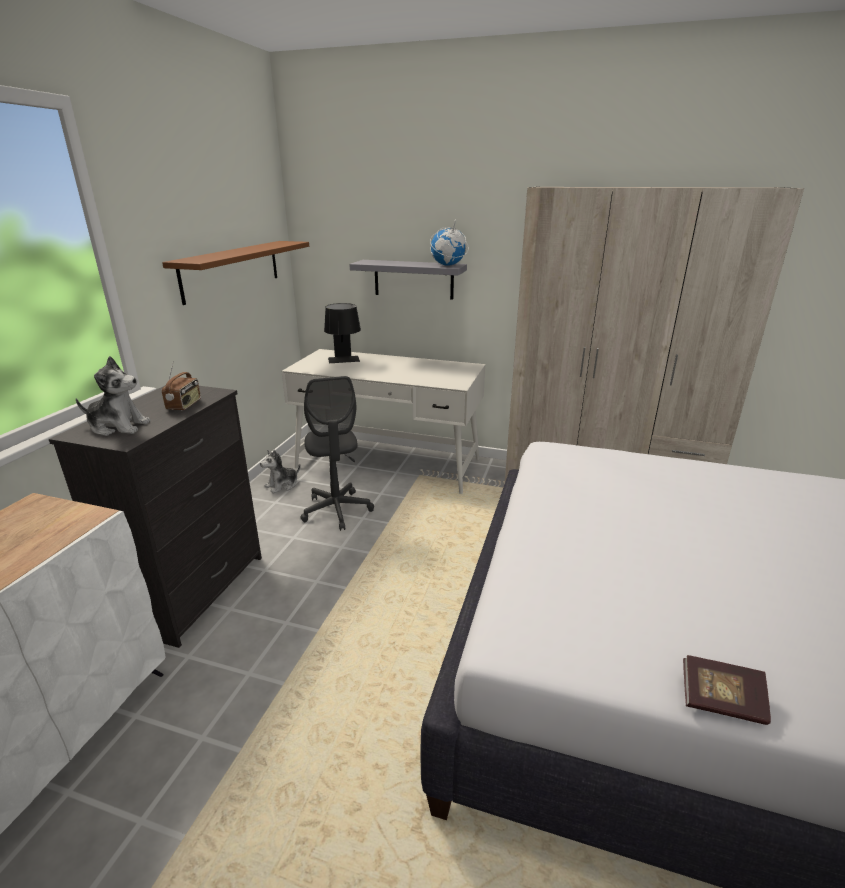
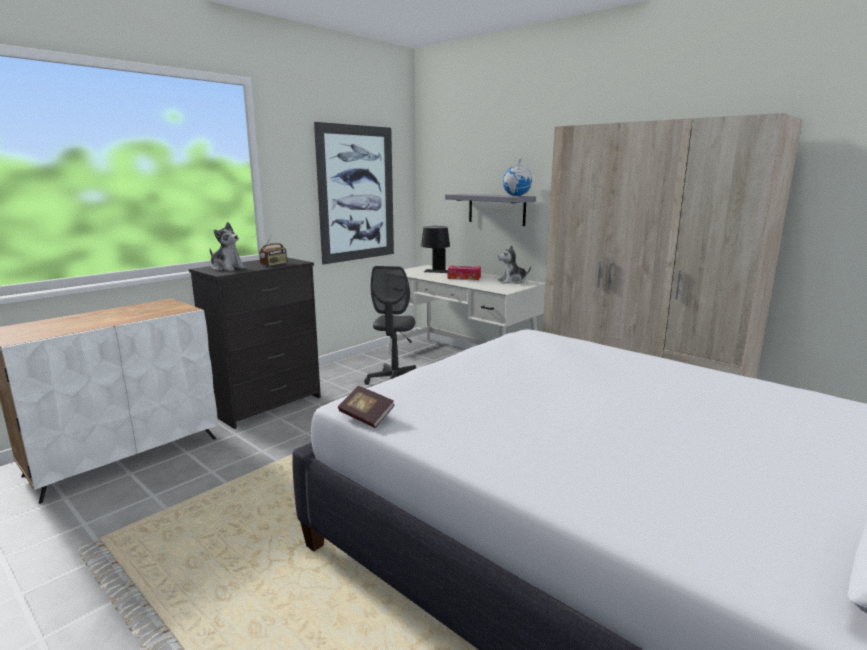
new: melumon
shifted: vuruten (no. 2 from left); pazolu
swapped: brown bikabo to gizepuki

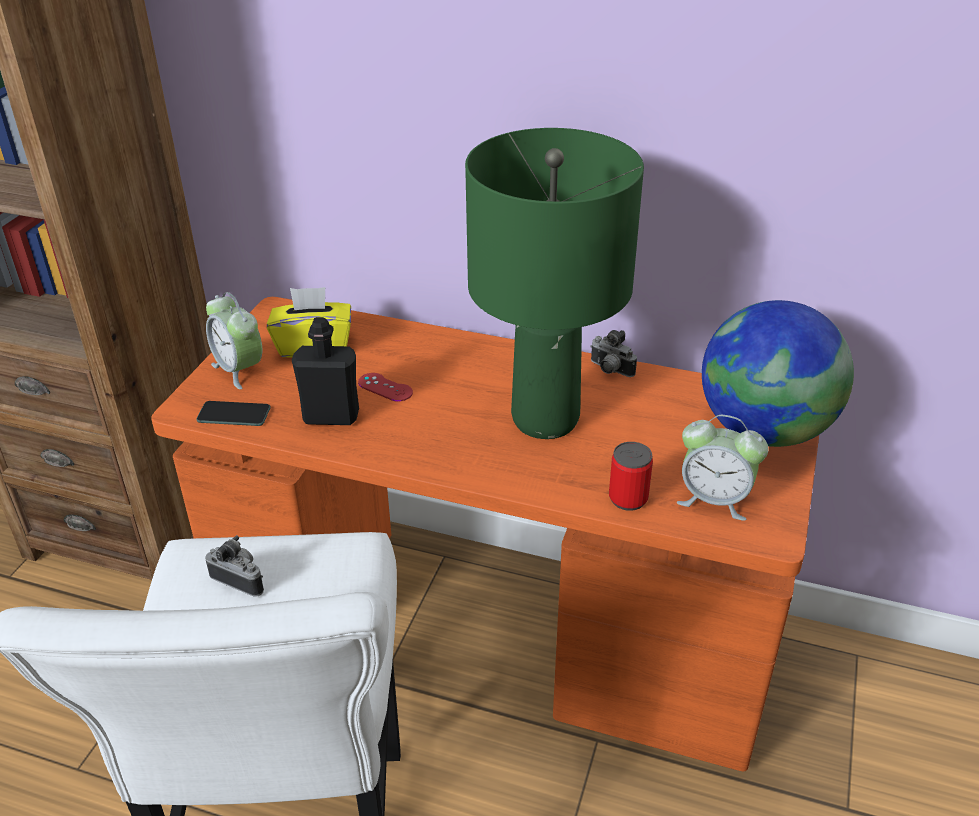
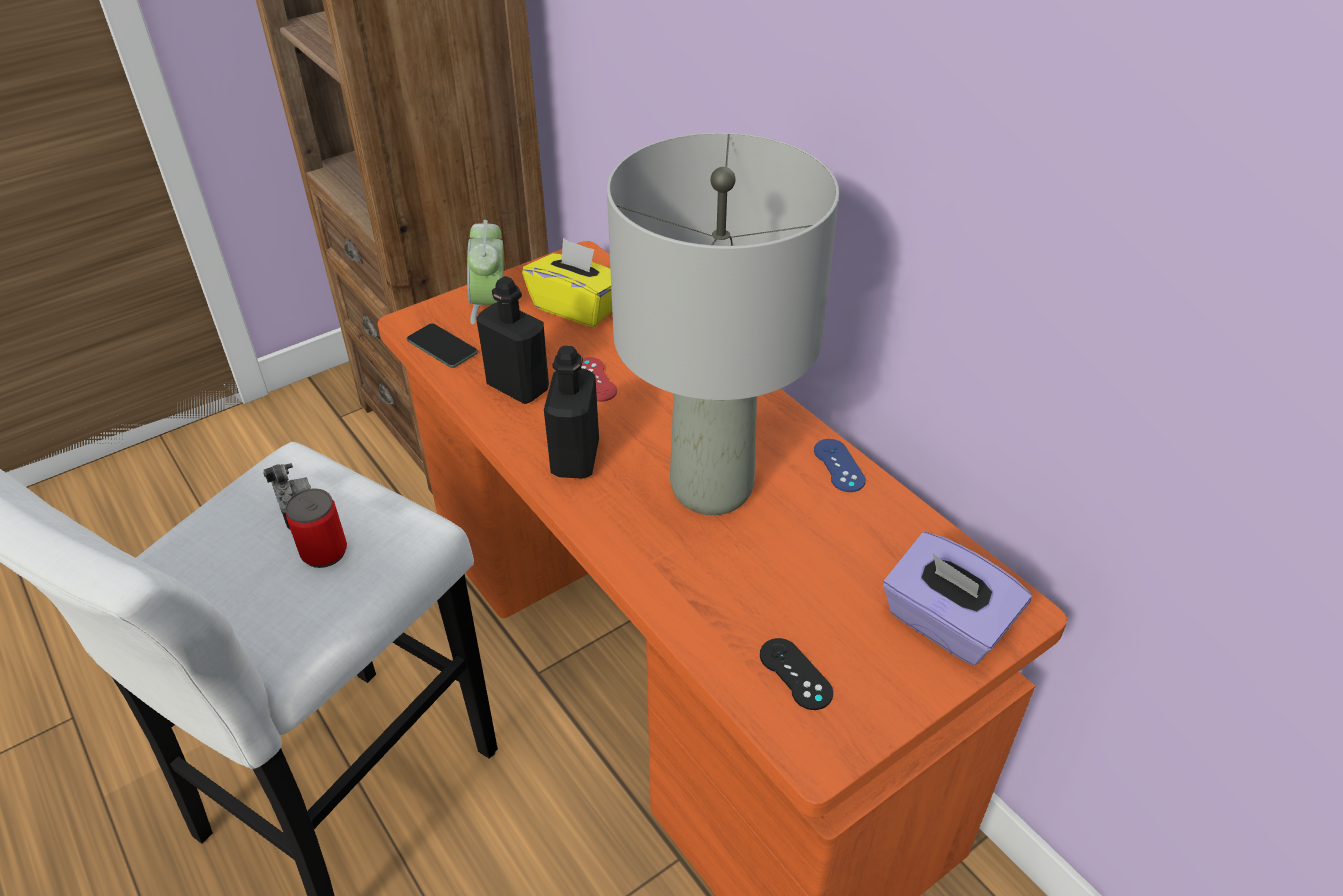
new: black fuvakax (no. 2 from left)
shifted: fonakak
swapped: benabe (no. 2 from left) to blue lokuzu; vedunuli (no. 2 from left) to black lokuzu; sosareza to purple melumon
repainted: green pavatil to grey pavatil

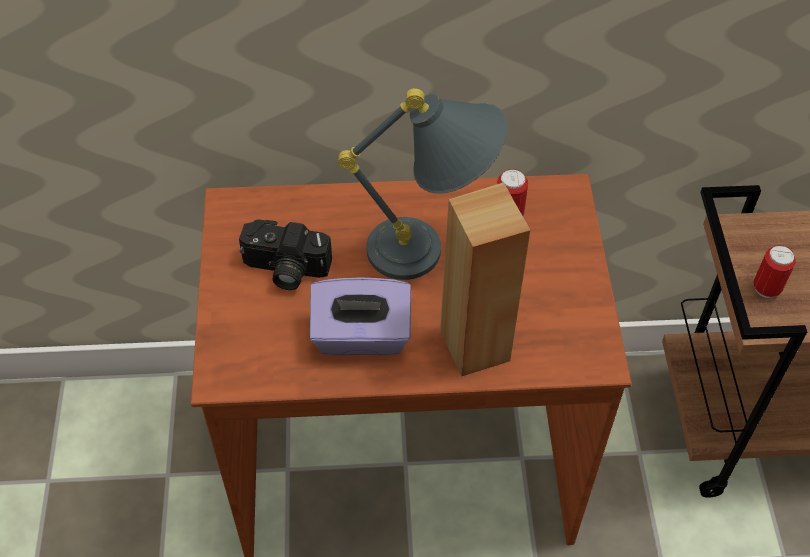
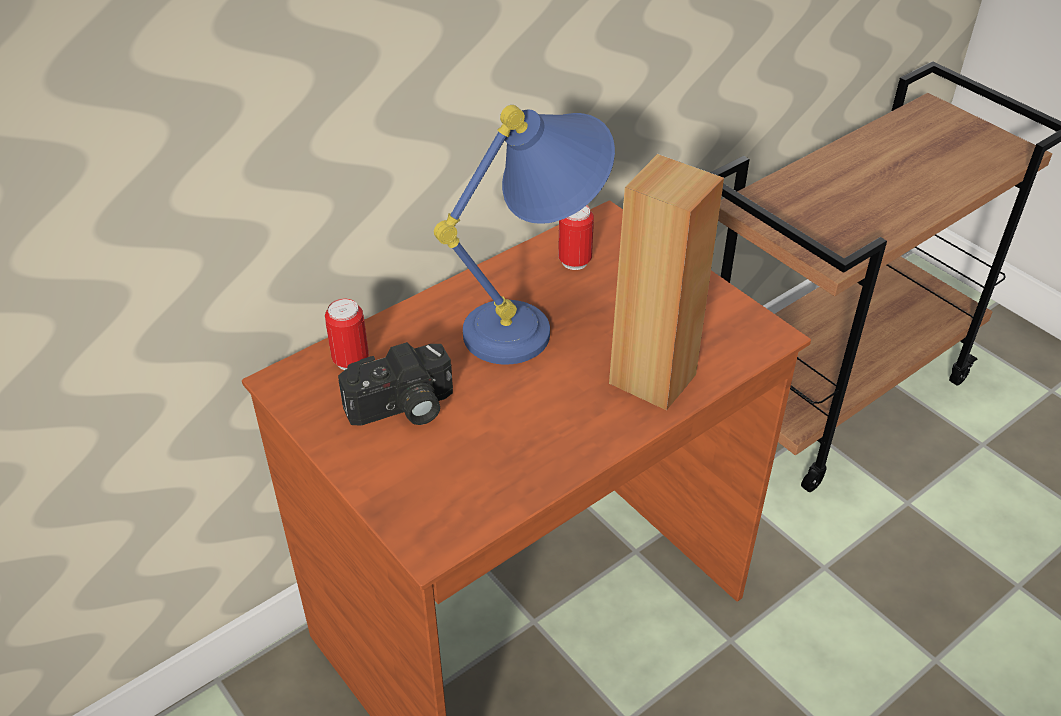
gone: purple melumon
shifted: fonakak (no. 2 from left in the first image) to fonakak (no. 1 from left)
repainted: grey pavatil to blue pavatil

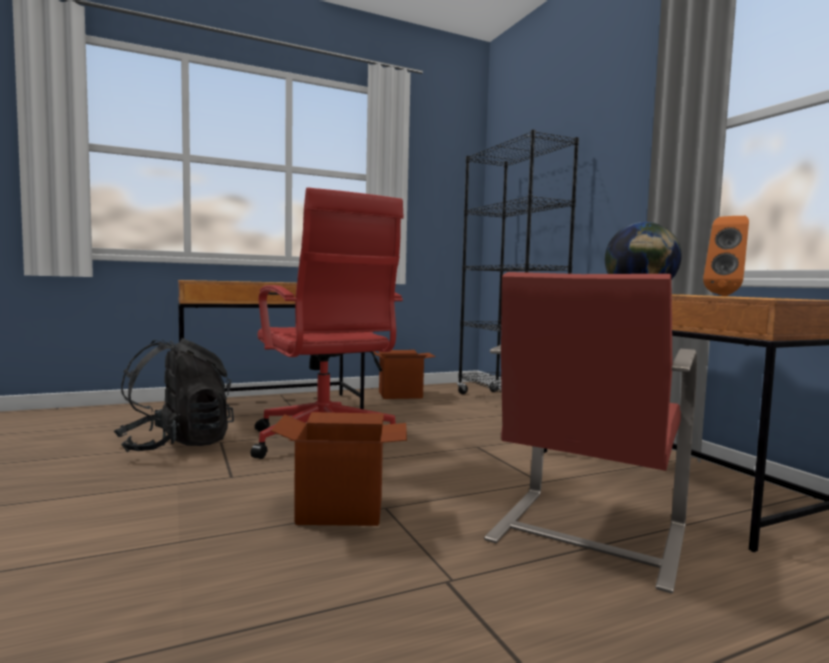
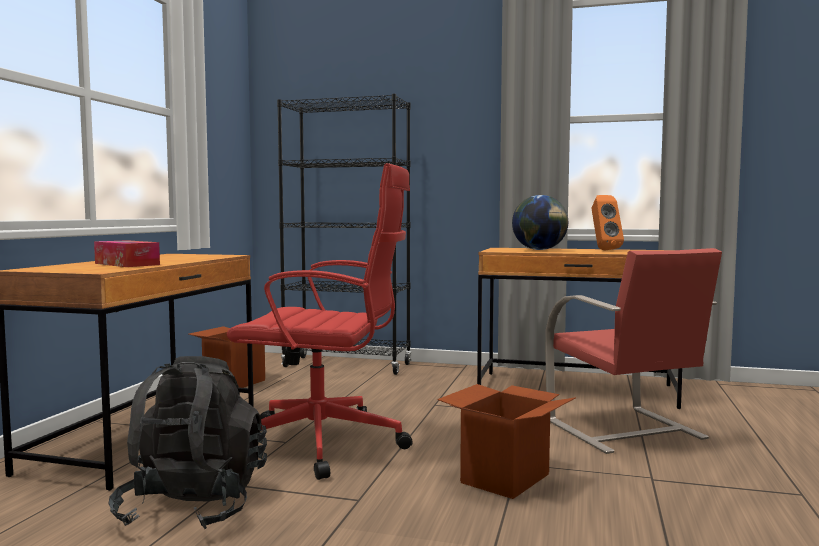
new: melumon

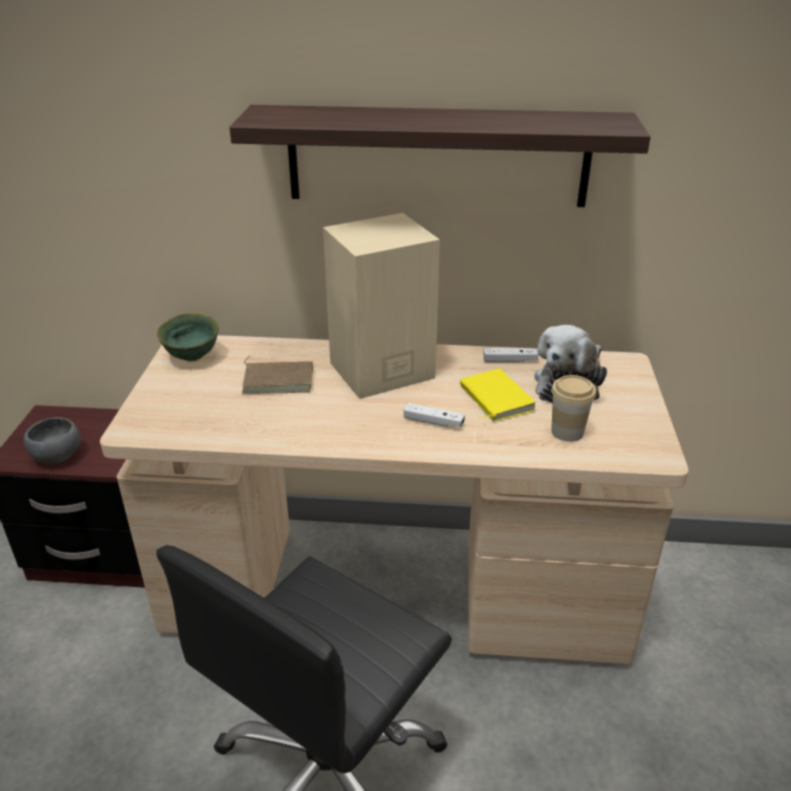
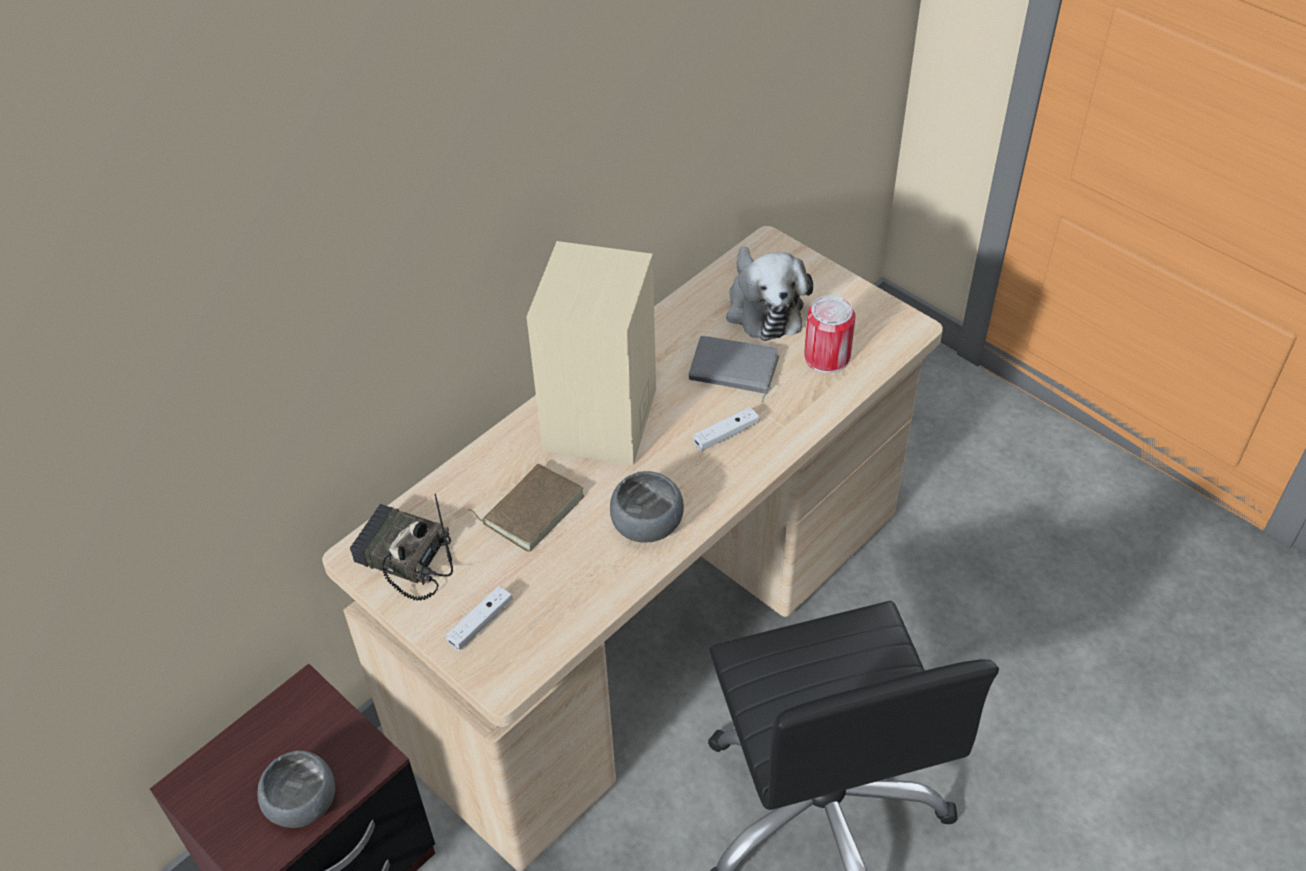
gone: bikabo
new: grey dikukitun (no. 2 from left)
shifted: white lokuzu (no. 2 from left in the first image) to white lokuzu (no. 1 from left)
swapped: green dikukitun to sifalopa; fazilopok to fonakak
repainted: yellow pazolu to grey pazolu

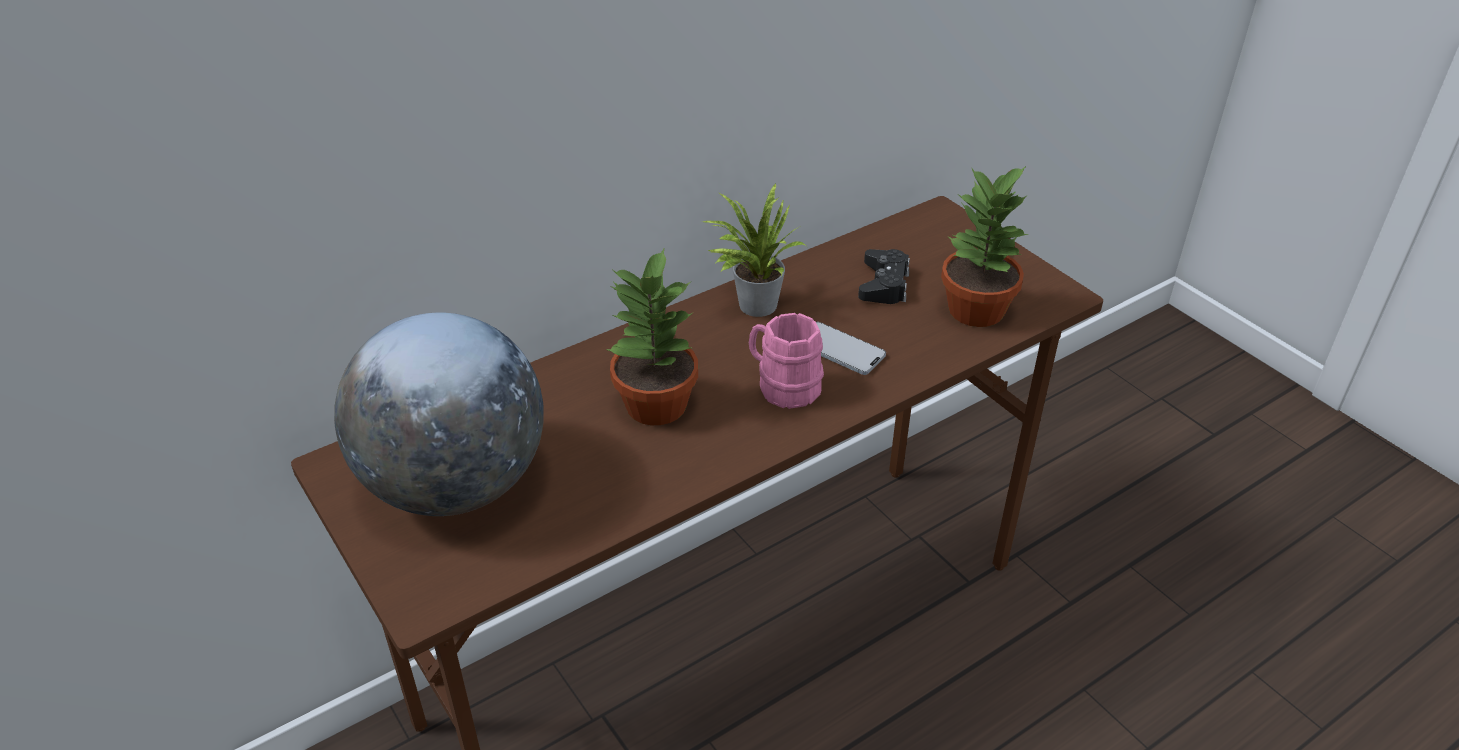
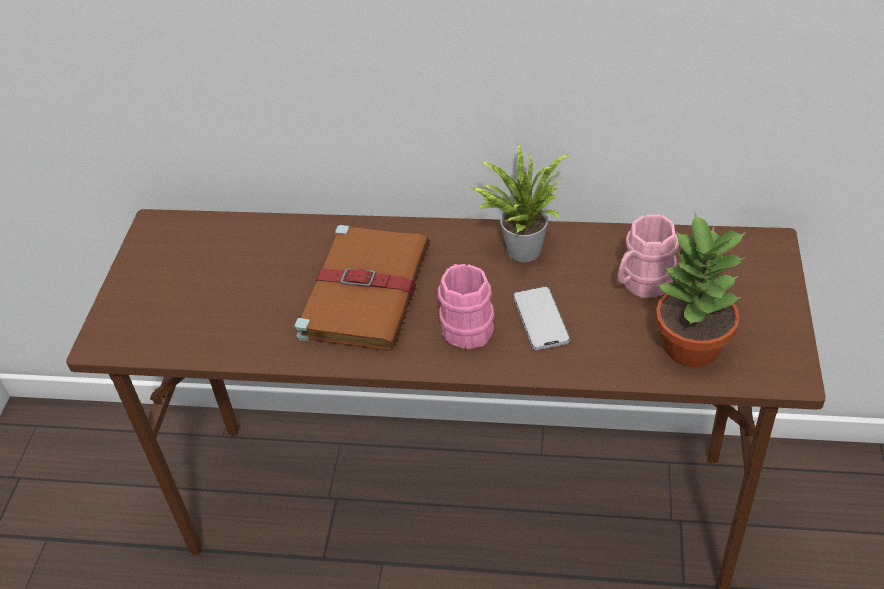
gone: sosareza
swapped: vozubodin (no. 1 from left) to brown pazolu; black lokuzu to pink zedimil (no. 2 from left)

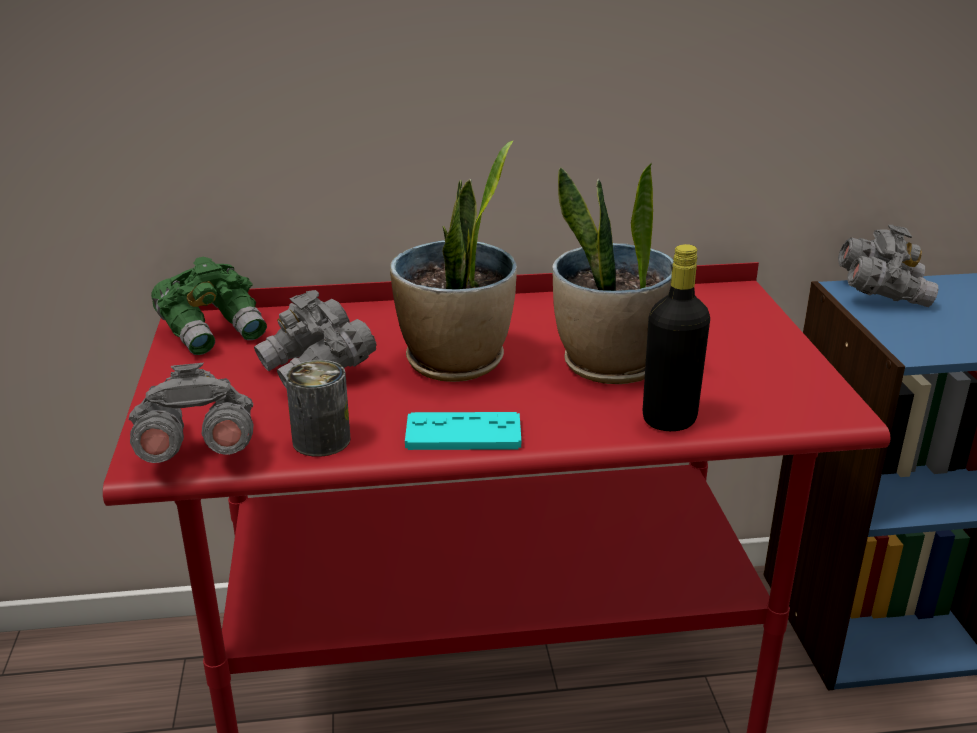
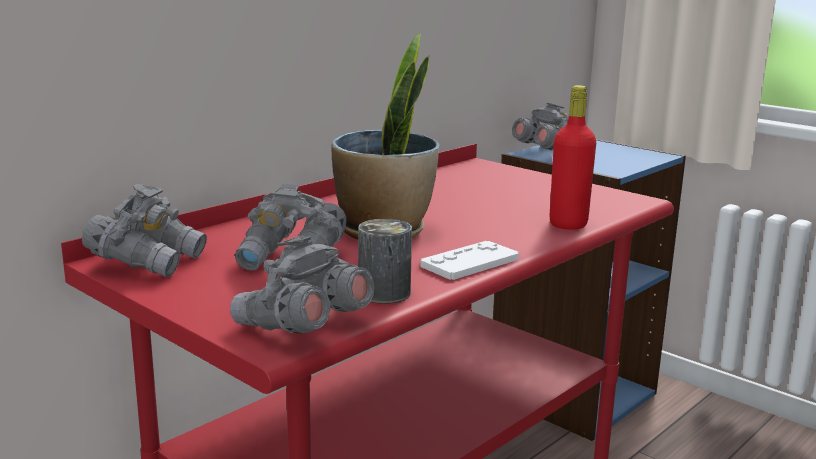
gone: vozubodin (no. 2 from left)
repainted: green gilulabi to grey gilulabi (no. 1 from left); turquoise lokuzu to white lokuzu; black fuvakax to red fuvakax

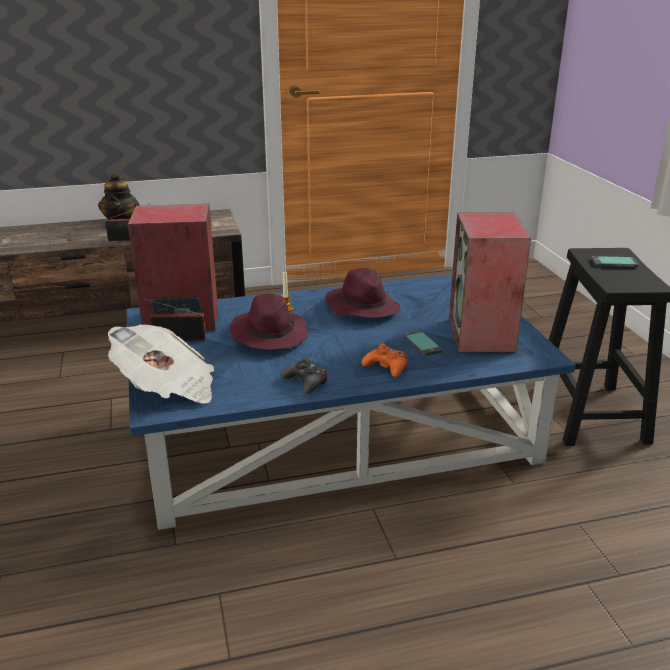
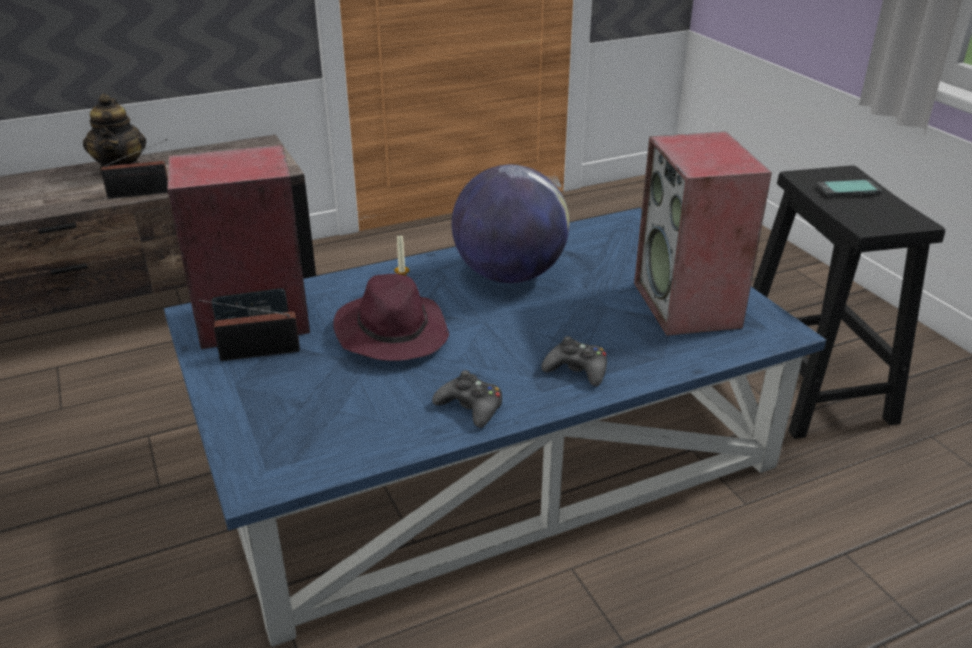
gone: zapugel; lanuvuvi (no. 1 from left)
swapped: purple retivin (no. 2 from left) to sosareza
repainted: orange lokuzu to black lokuzu (no. 2 from left)

